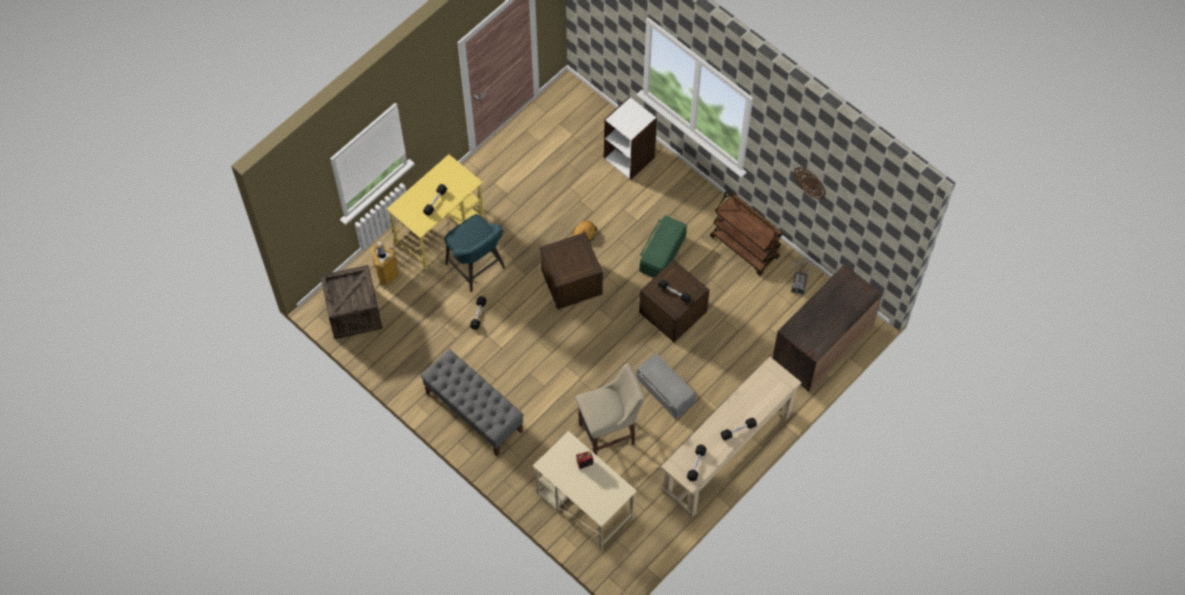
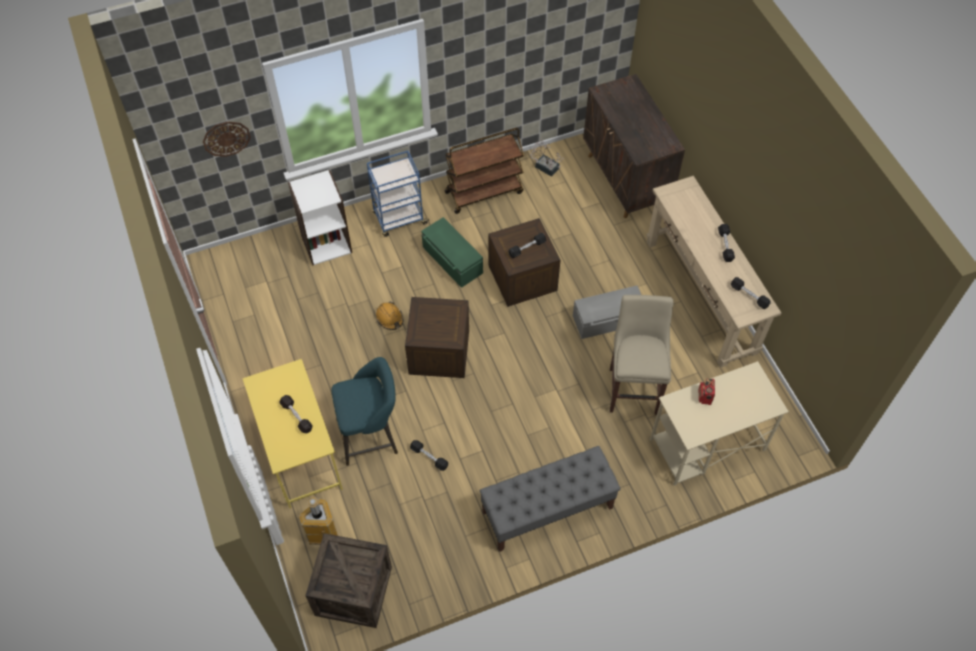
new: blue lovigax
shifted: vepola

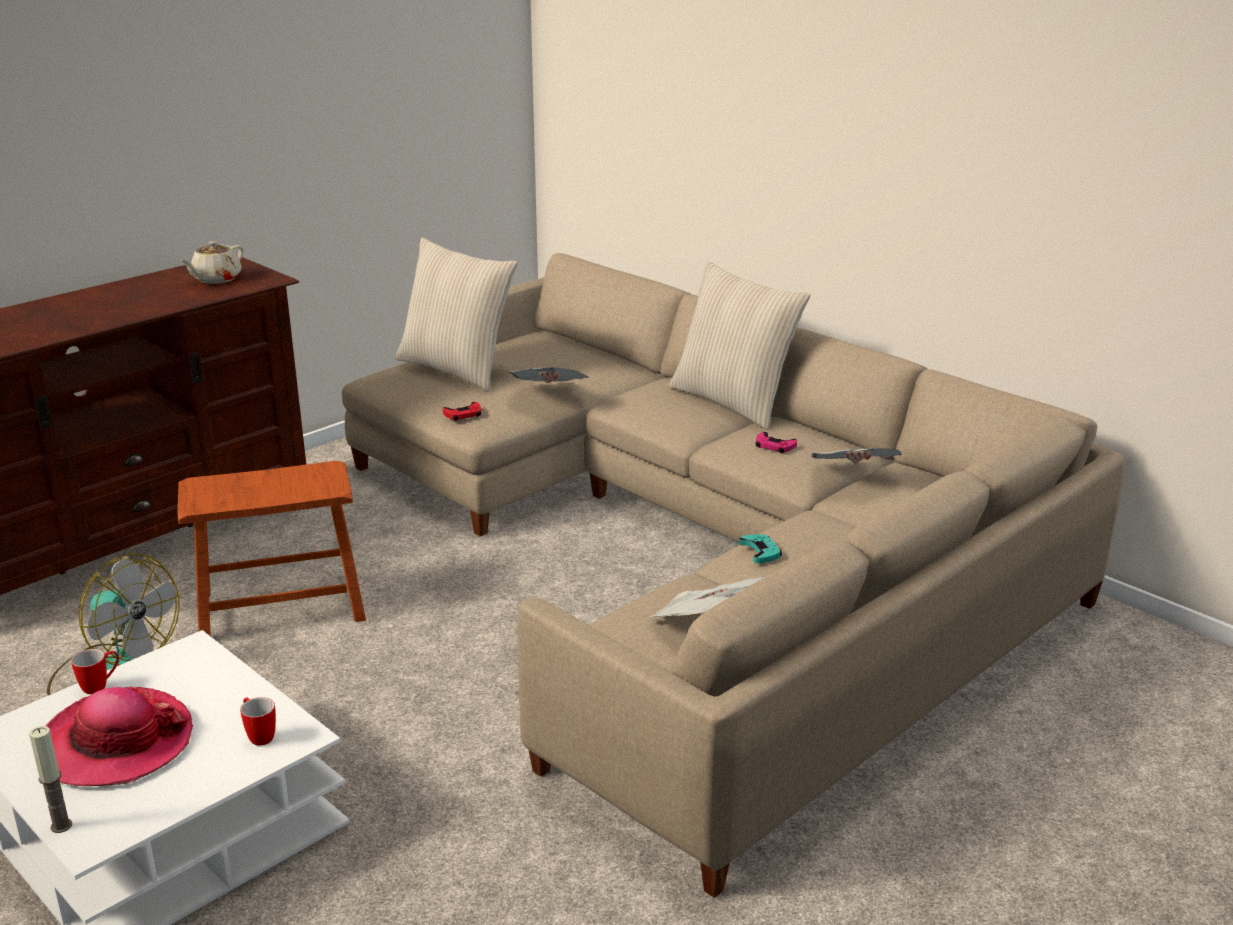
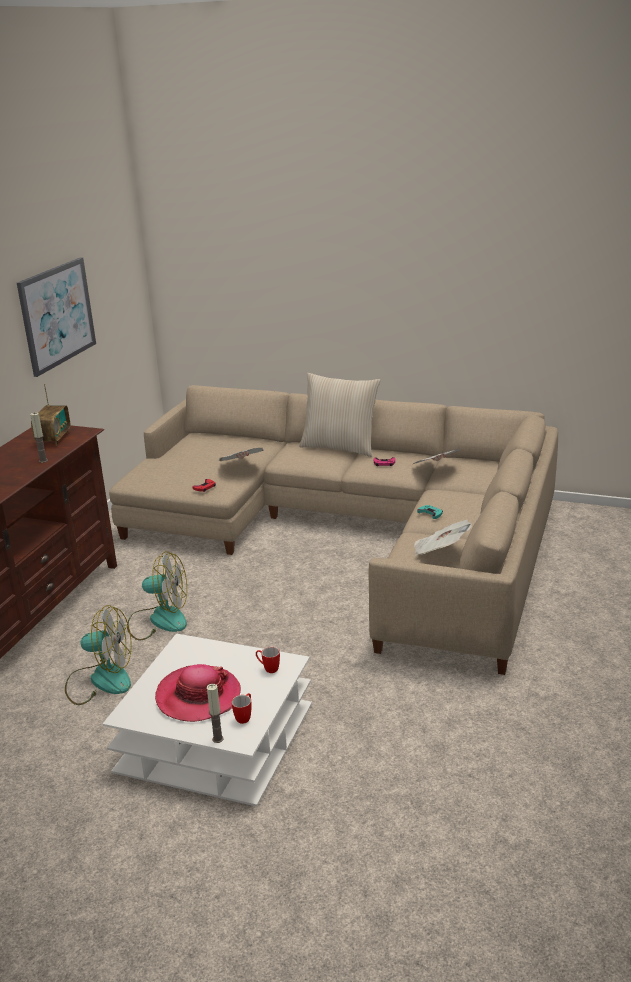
gone: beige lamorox (no. 1 from left)
new: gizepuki; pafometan (no. 1 from left)
shifted: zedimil (no. 1 from left)
swapped: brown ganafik to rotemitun (no. 2 from left); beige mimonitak to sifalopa

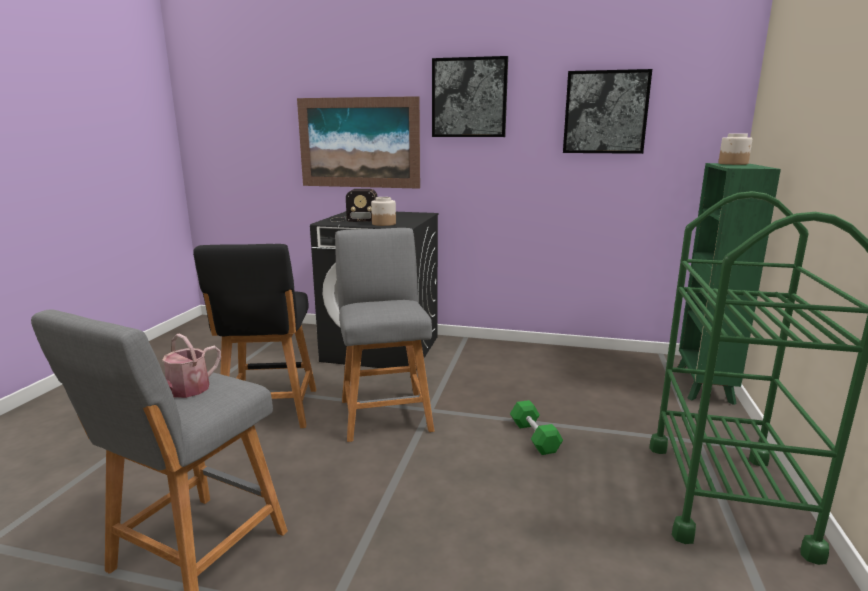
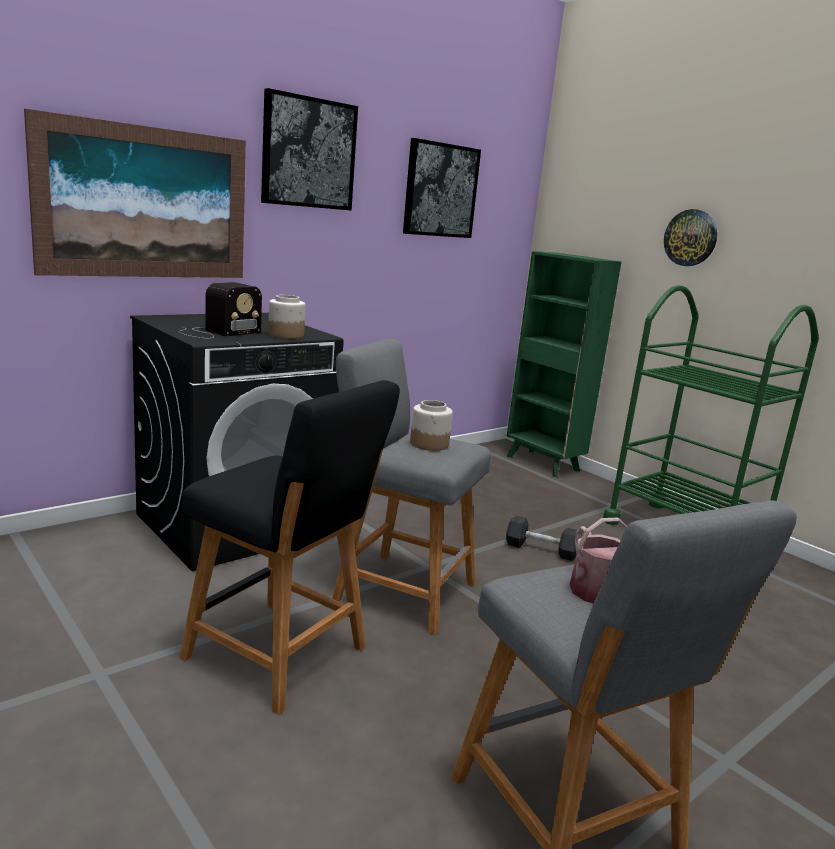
new: vepola
shifted: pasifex (no. 2 from left)
repainted: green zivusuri to grey zivusuri

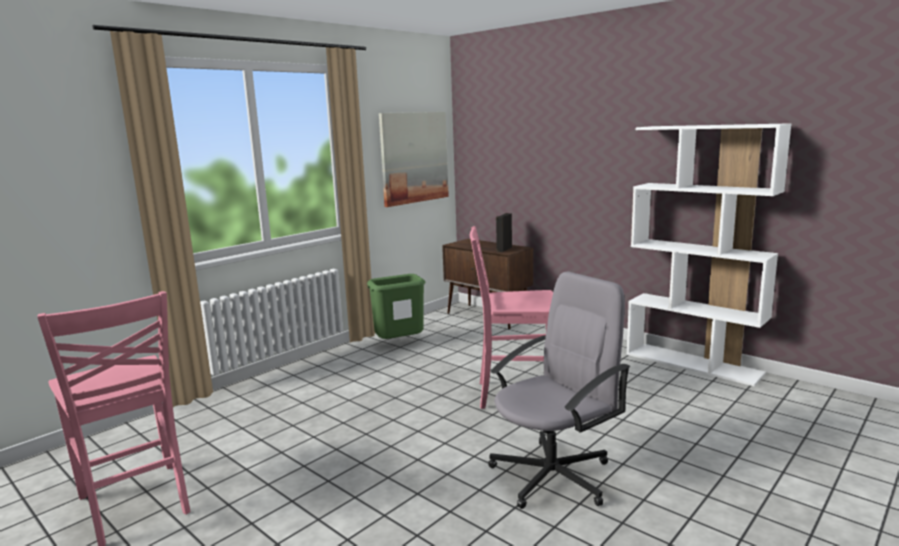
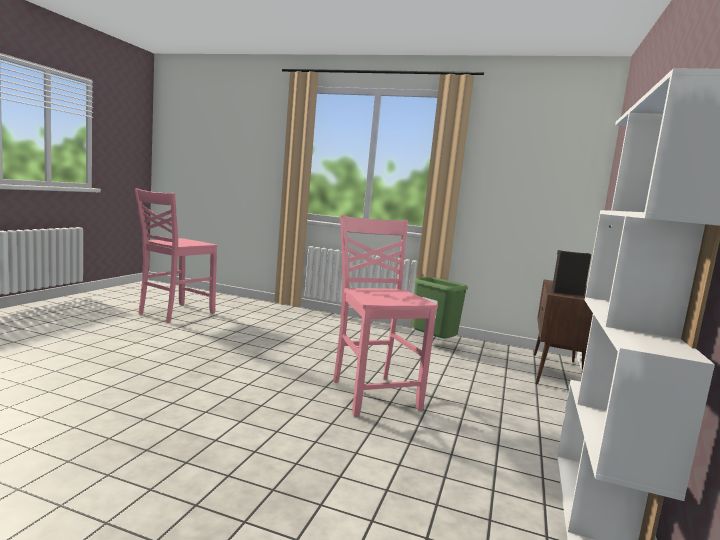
gone: gizepuki; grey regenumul

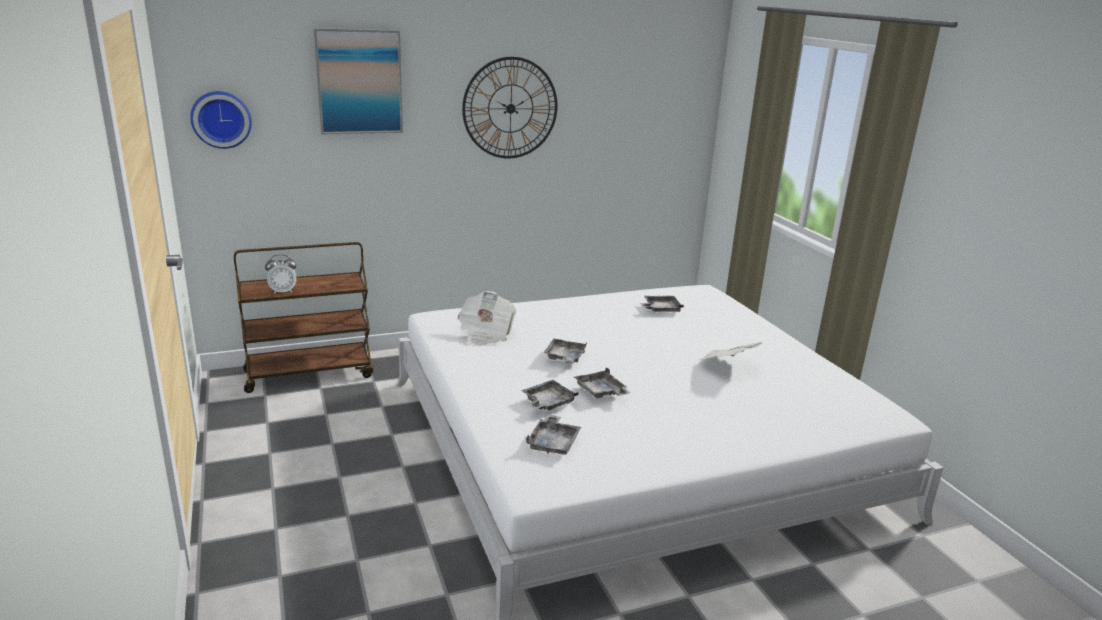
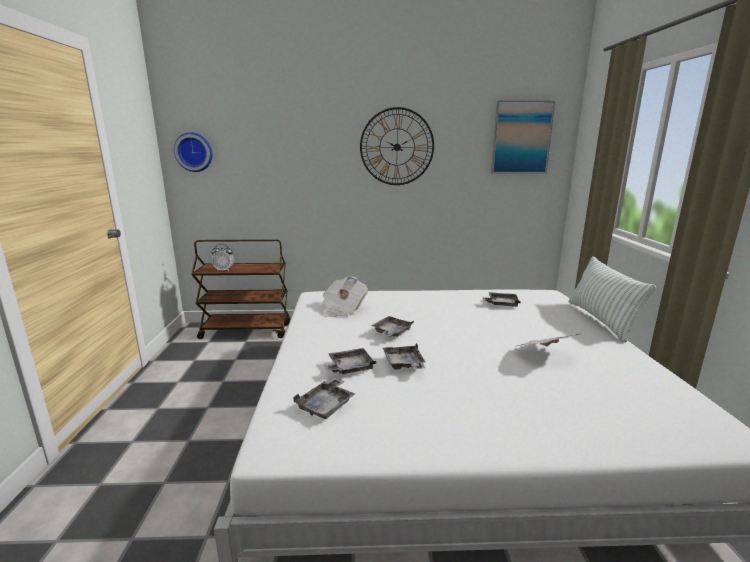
new: lamorox
shifted: gizepuki

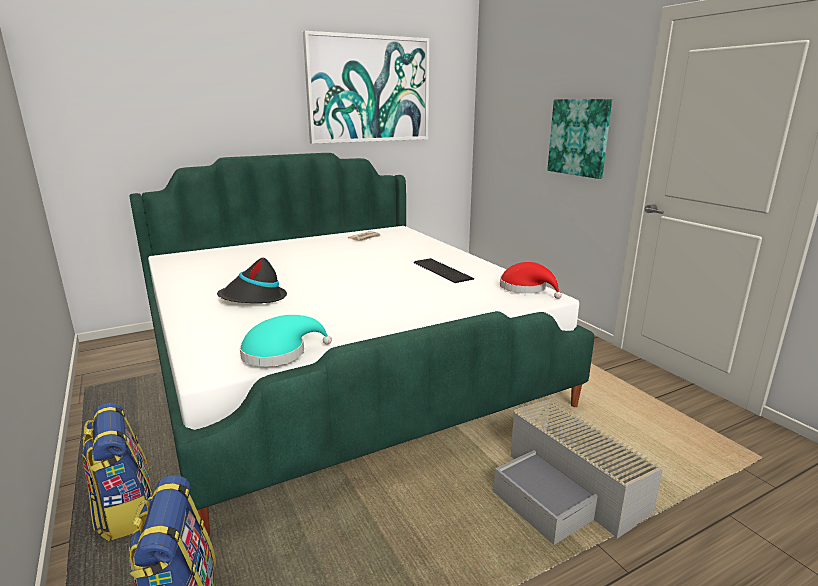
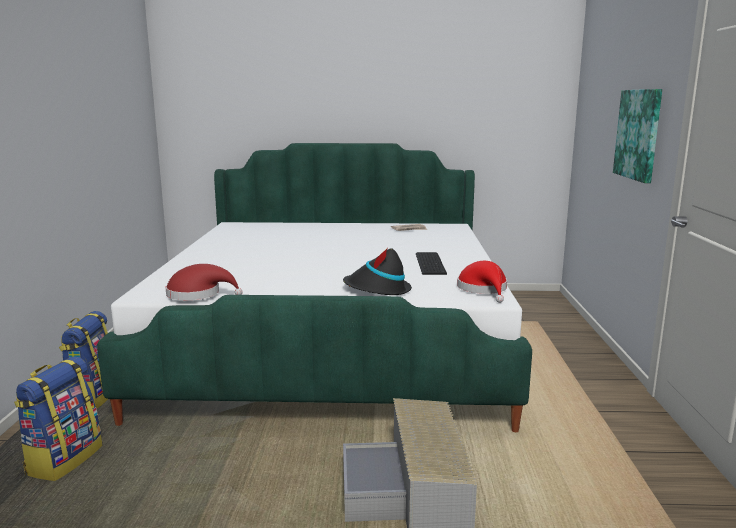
gone: gizepuki (no. 1 from left)
shifted: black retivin
repainted: turquoise retivin to red retivin (no. 1 from left)

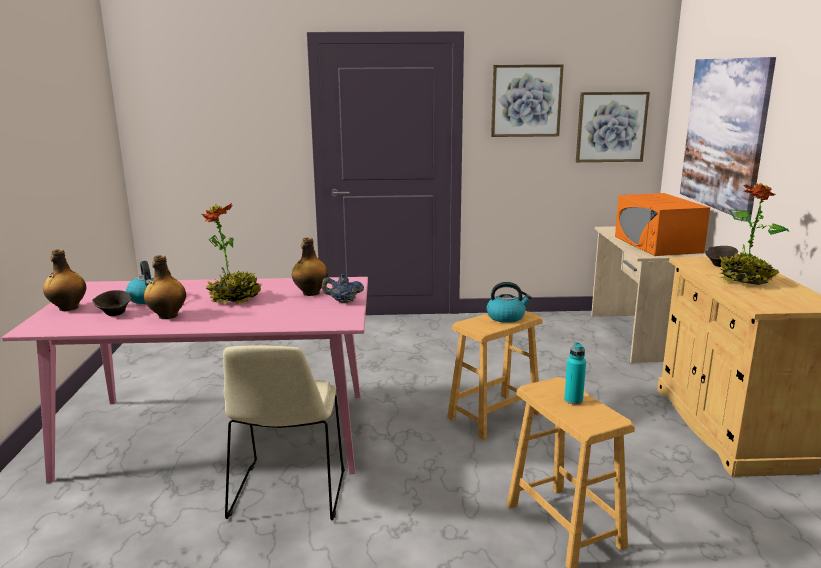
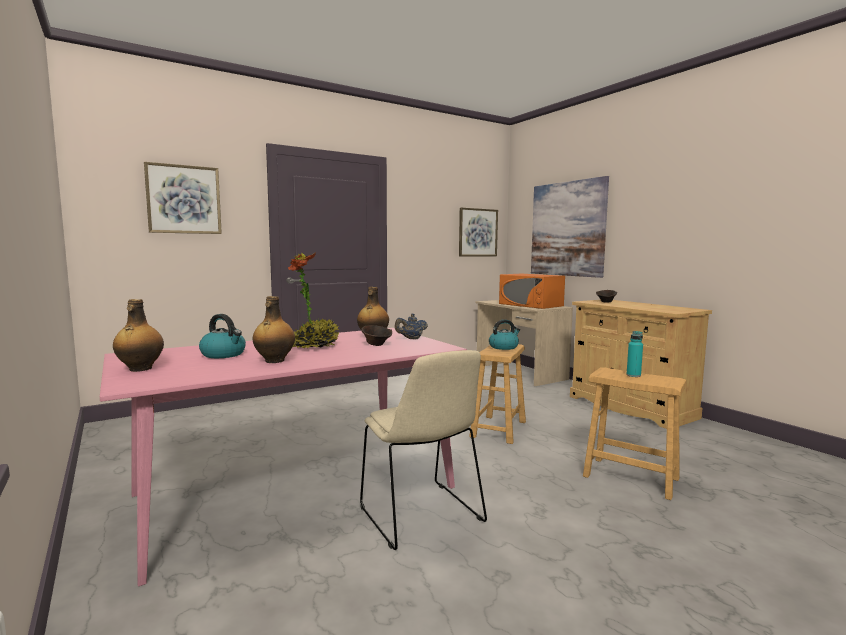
gone: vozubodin (no. 2 from left)
shifted: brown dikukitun (no. 1 from left); gizepuki (no. 1 from left)

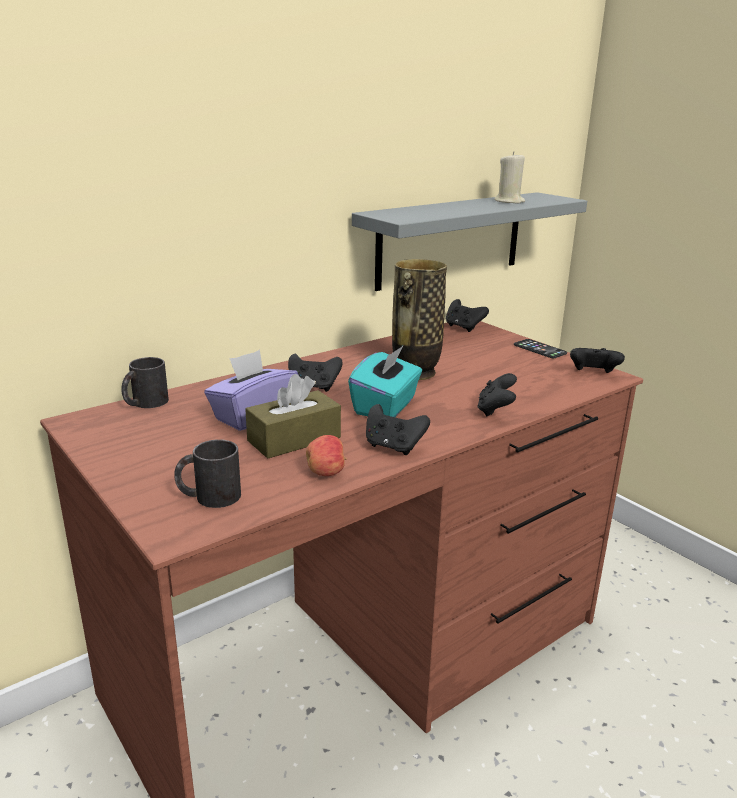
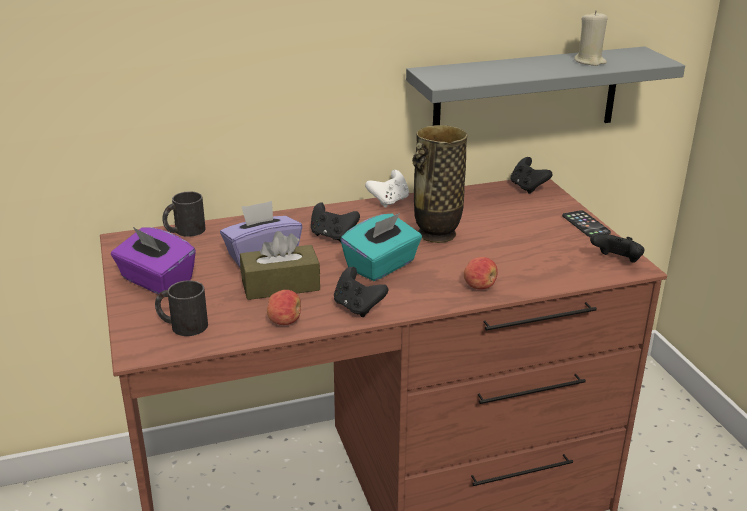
new: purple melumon (no. 1 from left); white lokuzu
swapped: black lokuzu (no. 4 from left) to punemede (no. 2 from left)

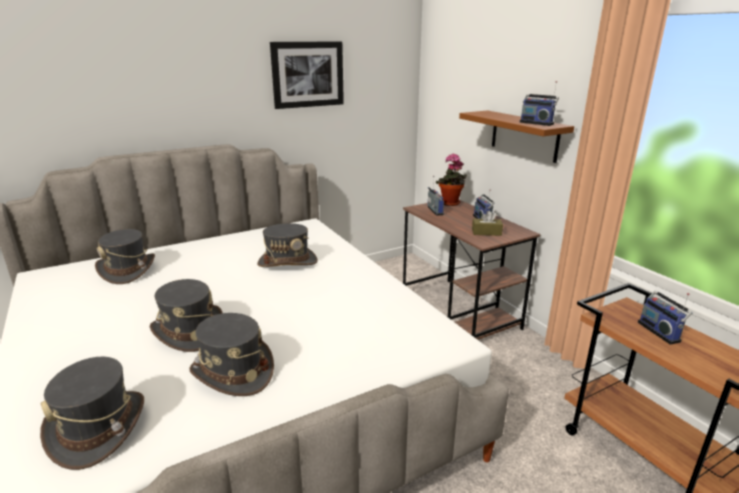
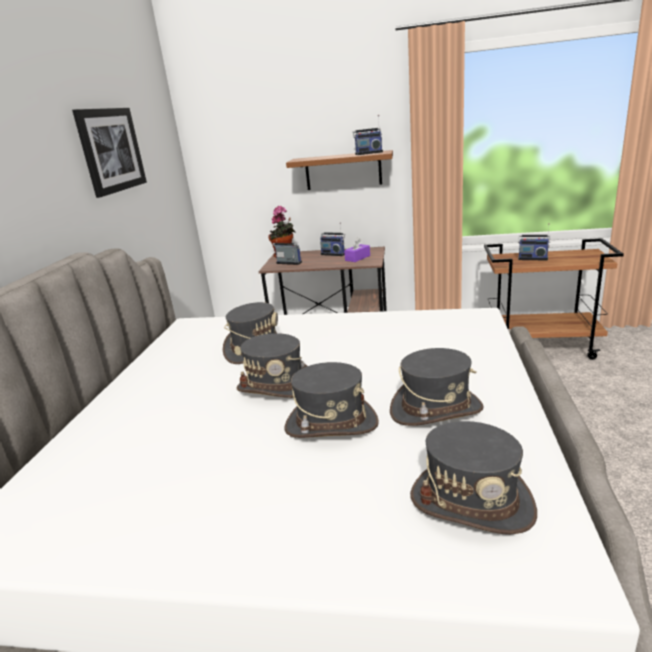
shifted: grey retivin (no. 2 from left)
repainted: brown melumon to purple melumon

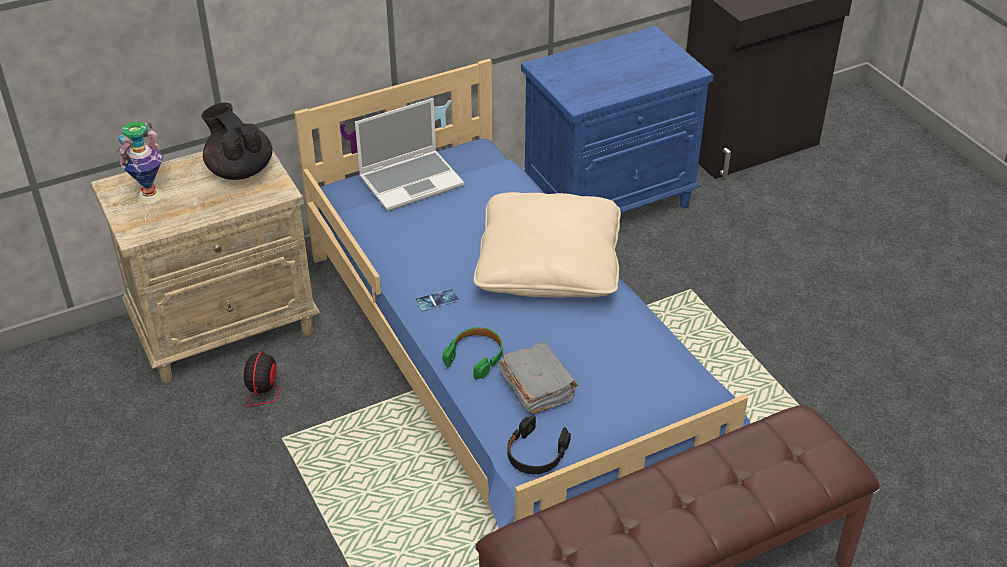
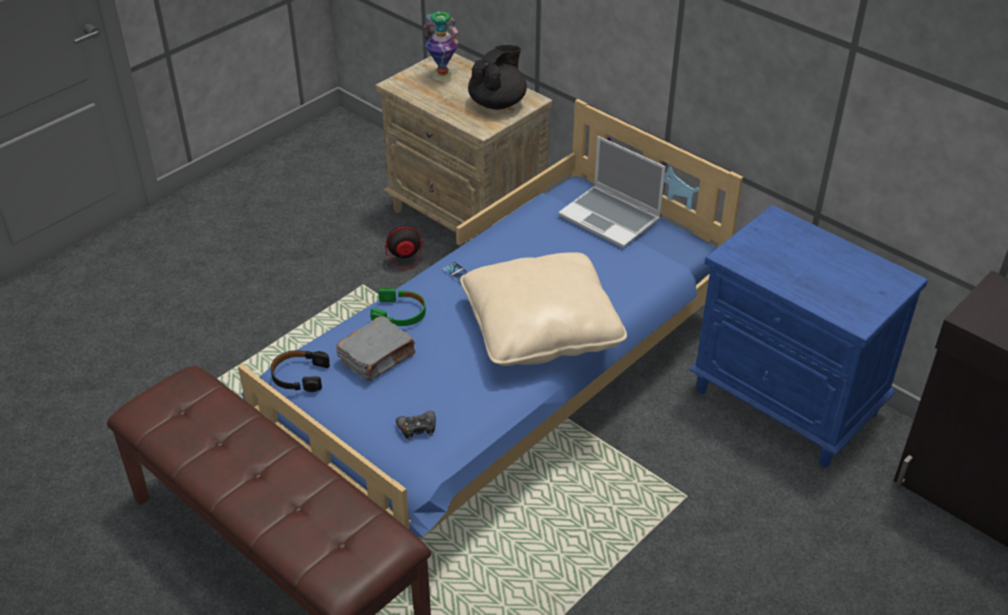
new: black lokuzu

